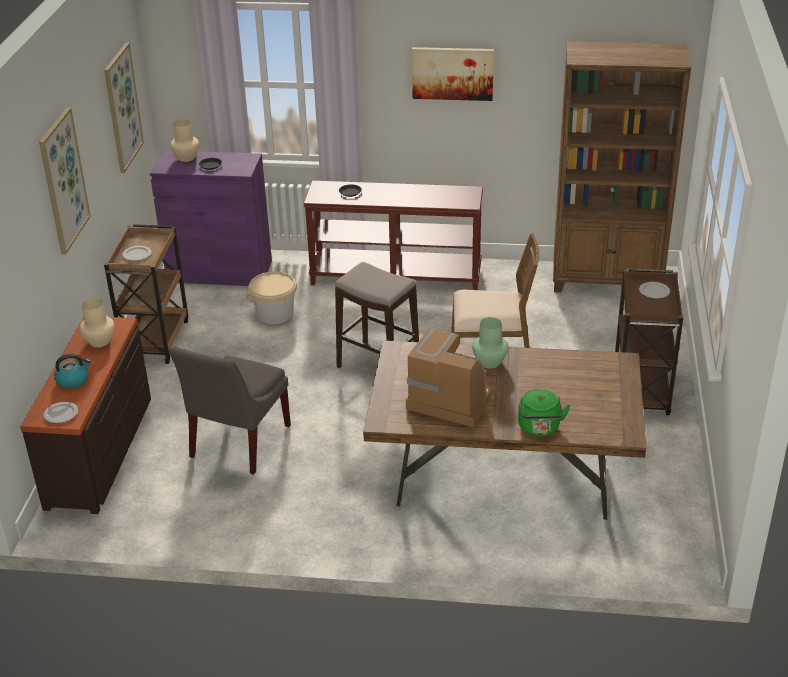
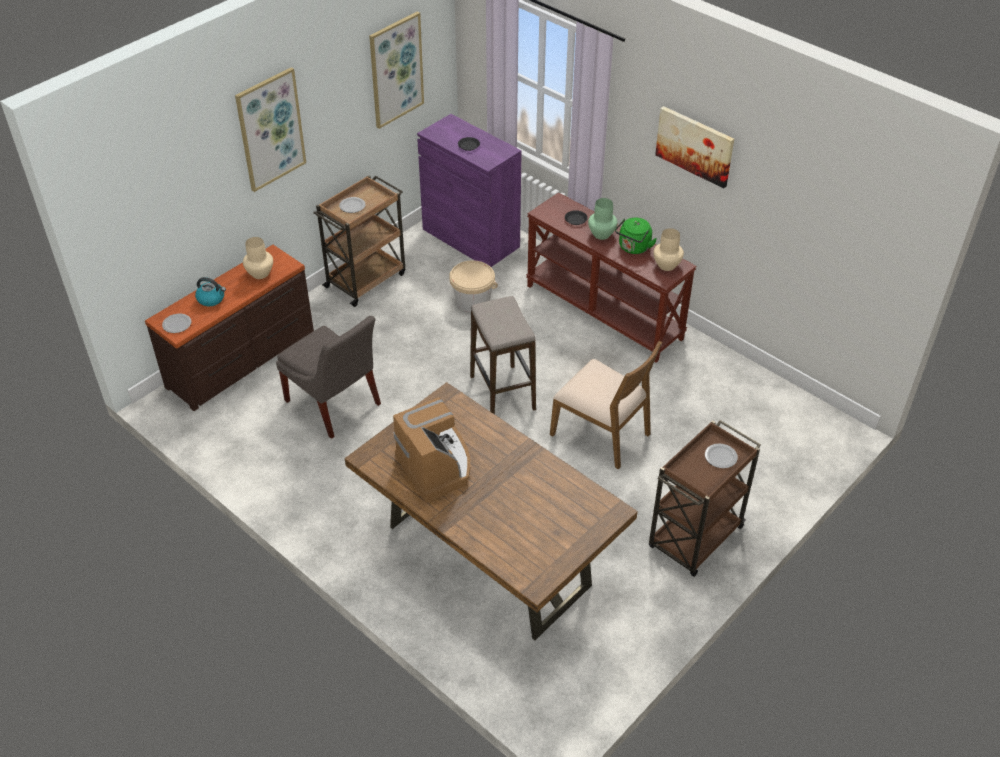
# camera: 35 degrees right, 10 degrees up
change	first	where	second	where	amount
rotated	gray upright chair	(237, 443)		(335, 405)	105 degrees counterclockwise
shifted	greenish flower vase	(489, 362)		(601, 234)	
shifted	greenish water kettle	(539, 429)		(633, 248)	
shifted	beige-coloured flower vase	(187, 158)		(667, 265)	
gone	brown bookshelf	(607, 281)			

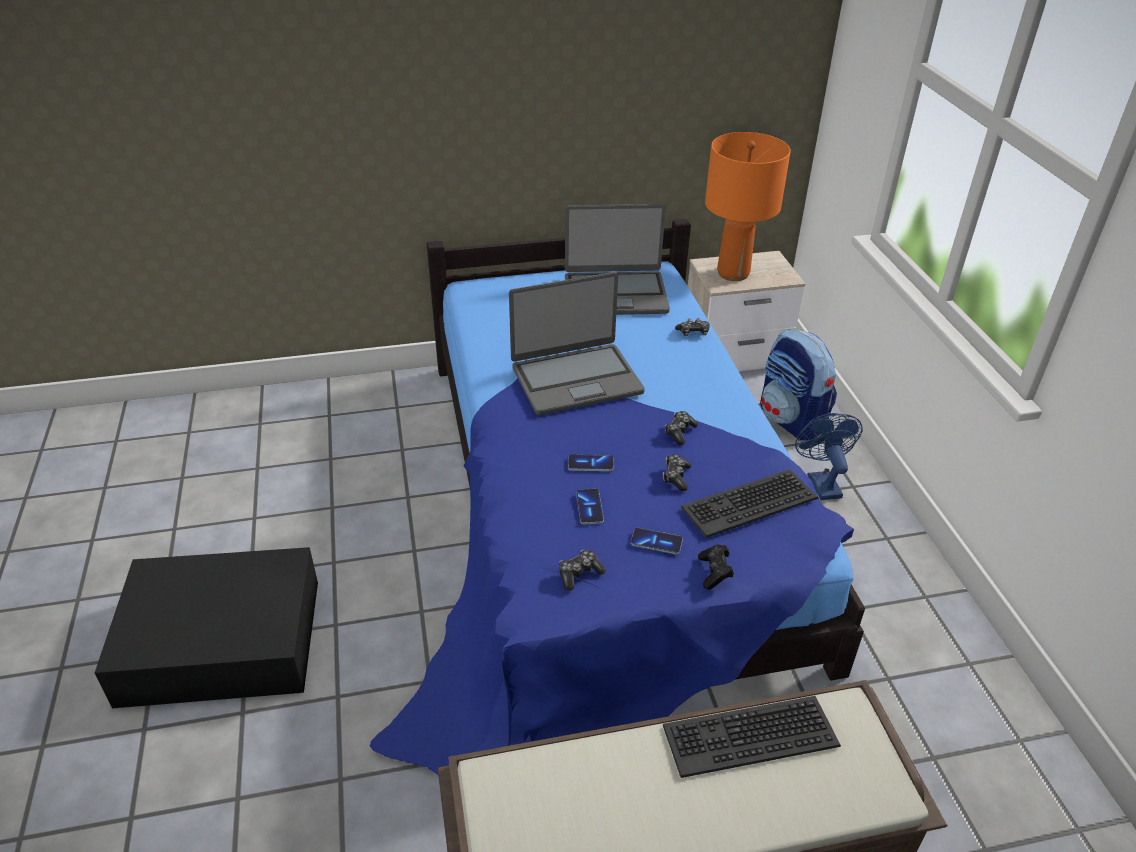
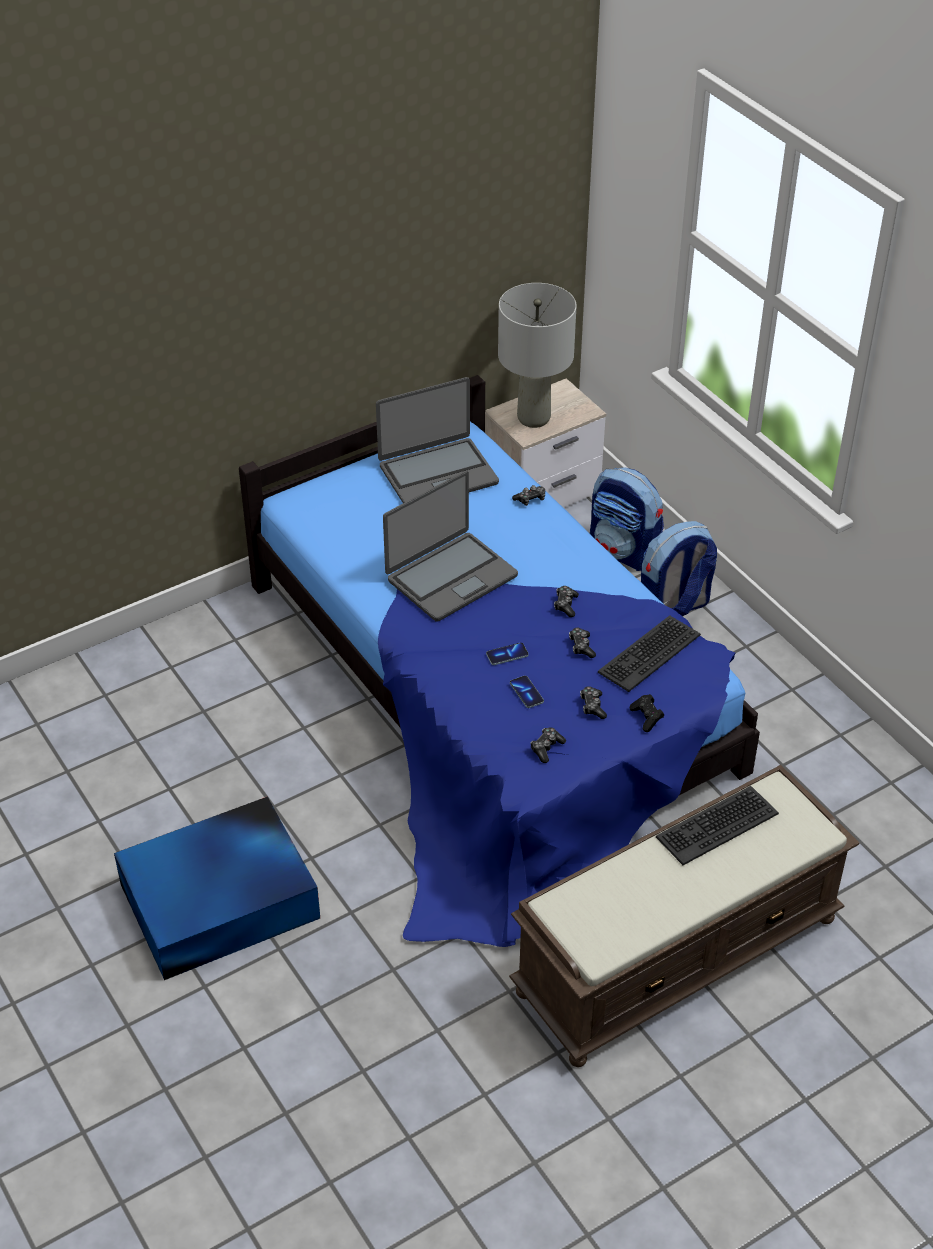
# camera: 20 degrees left, 5 degrees up
change	first	where	second	where	amount
repainted	blackish storage container	(224, 642)	blue storage container	(222, 901)	
repainted	orange tabletop lamp	(732, 273)	gray tabletop lamp	(533, 418)	
swapped	phone	(656, 542)	joypad	(592, 706)	
swapped	blue fan	(821, 482)	rucksack	(673, 608)	

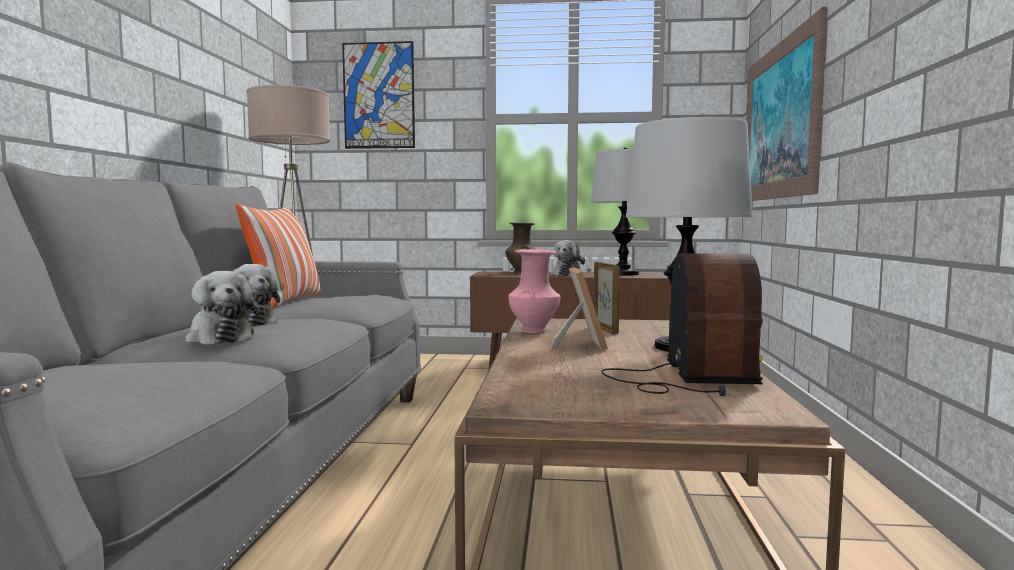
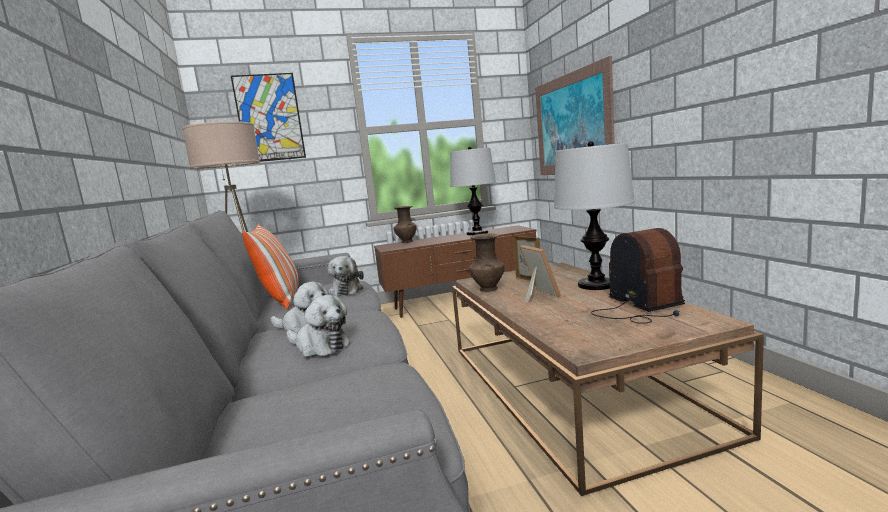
# camera: 20 degrees left, 5 degrees up
change	first	where	second	where	amount
shifted	cuddly toy	(567, 274)		(346, 290)	
repainted	pink-coloured flower vase	(534, 330)	brown flower vase	(488, 289)	

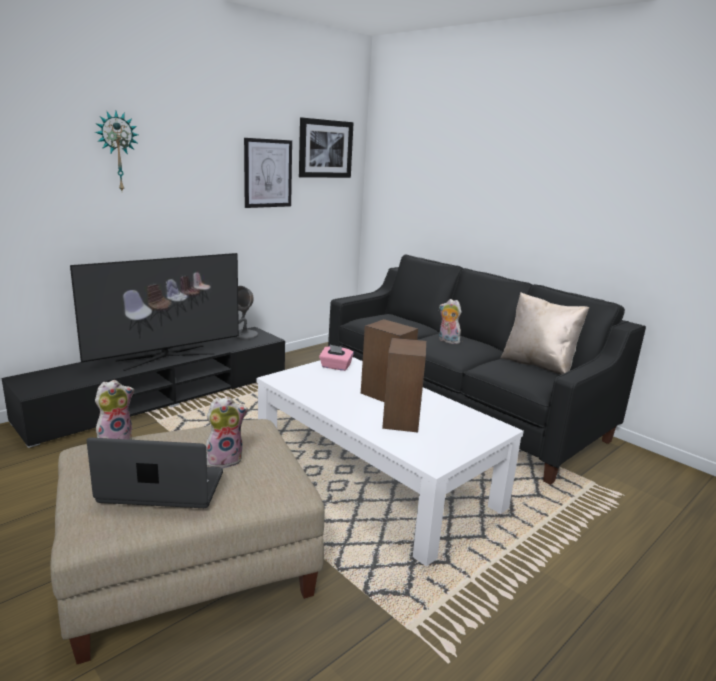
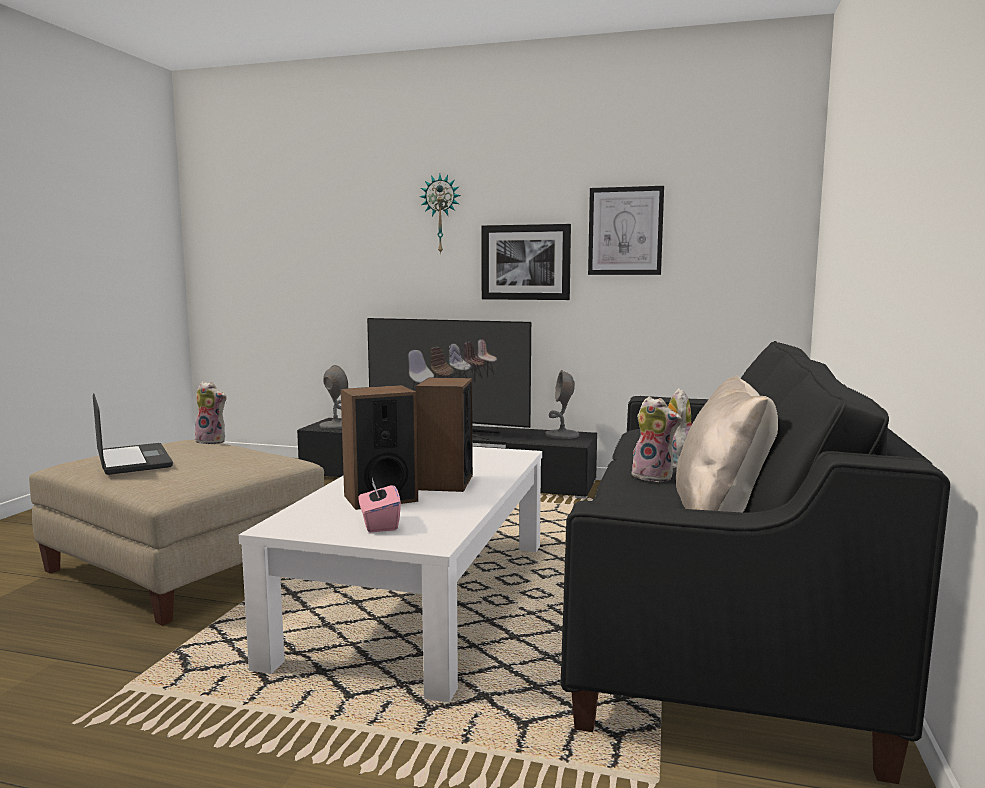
# camera: 60 degrees right, 10 degrees down
change	first	where	second	where	amount
new			gray tabletop lamp	(335, 426)	
shifted	pink-coloured box of tissues	(335, 367)		(379, 524)	
shifted	picture	(325, 149)		(525, 262)	
shifted	cuddly toy	(225, 459)		(654, 477)	

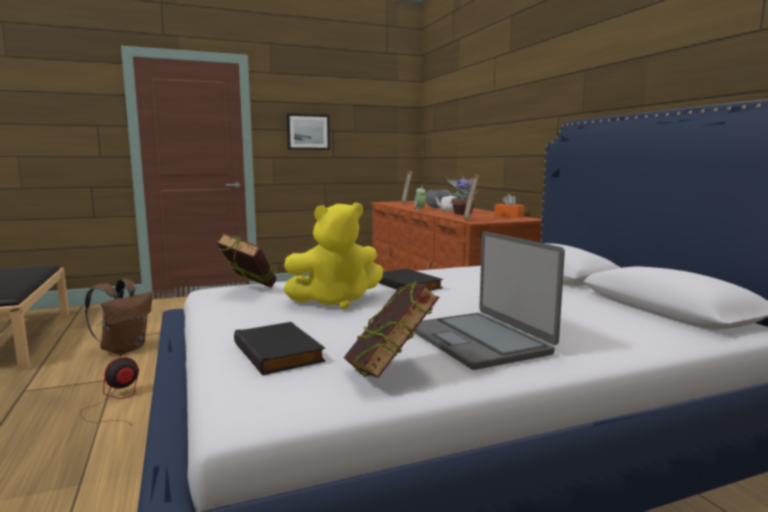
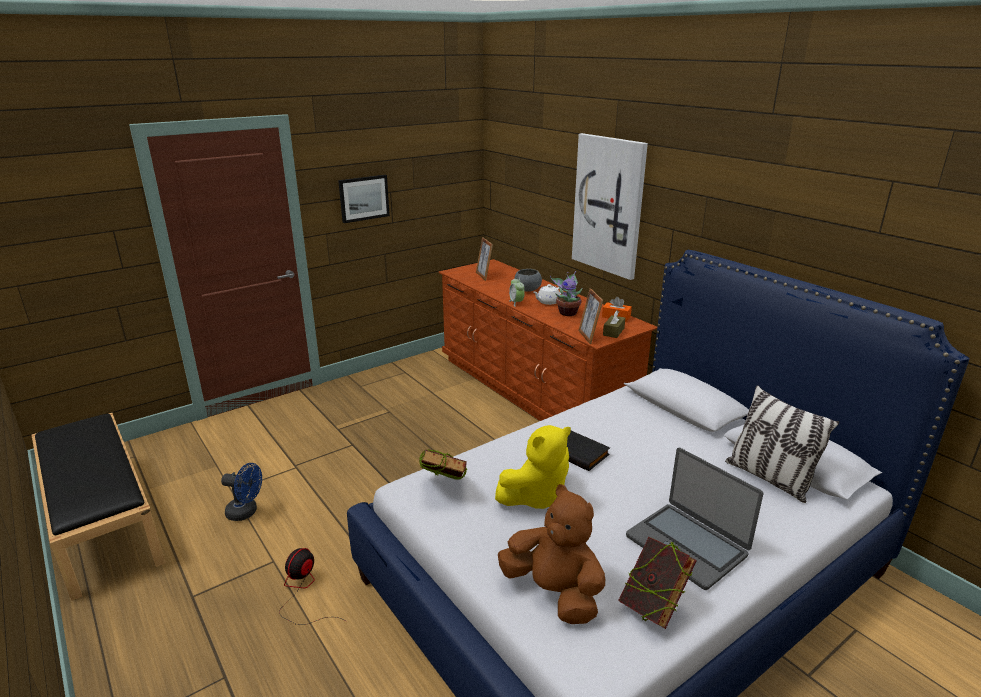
# camera: 15 degrees left, 15 degrees up
change	first	where	second	where	amount
swapped	brown rucksack	(124, 349)	blue fan	(246, 512)	
swapped	blackish book	(280, 352)	brown cuddly toy	(554, 593)	
new			picture	(608, 205)	
new			brown box of tissues	(613, 332)	
new			pillow	(769, 478)	

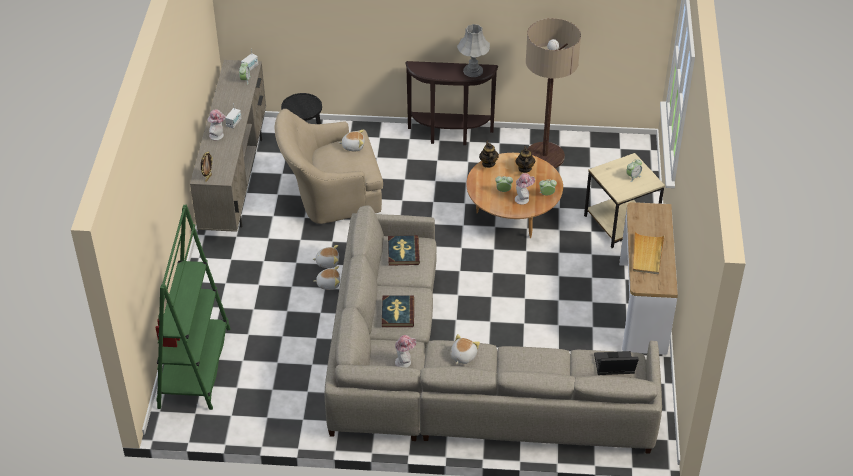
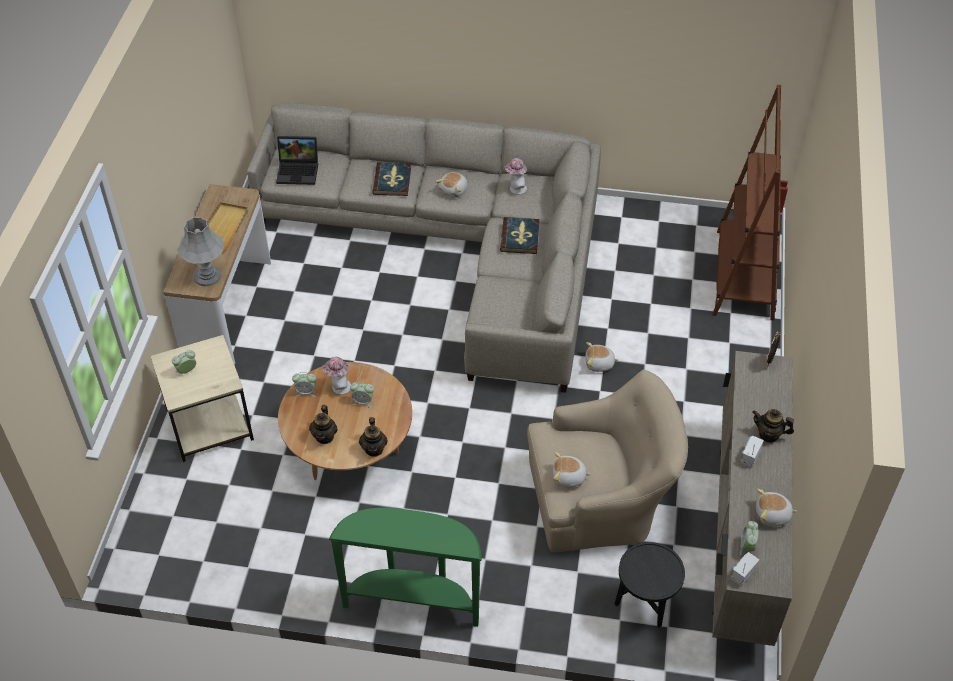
# camera: 175 degrees left, 5 degrees up
change	first	where	second	where	amount
shifted	gray tabletop lamp	(472, 71)		(207, 276)	
repainted	brown hall table	(450, 136)	greenish hall table	(413, 601)	
shifted	book	(403, 252)		(392, 181)	
repainted	greenish bookshelf	(195, 367)	brown bookshelf	(744, 275)	
swapped	hat	(218, 136)	teapot	(769, 434)	
shifted	cuddly toy	(327, 262)		(772, 515)	
gone	floor lamp	(544, 156)			

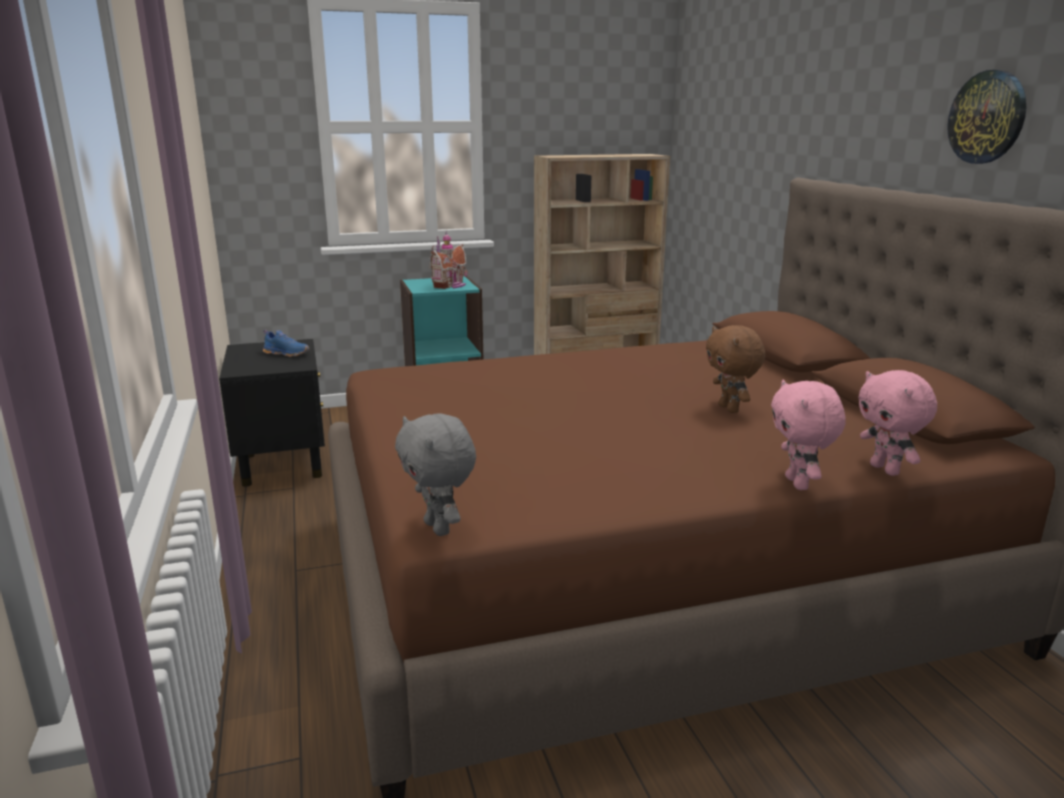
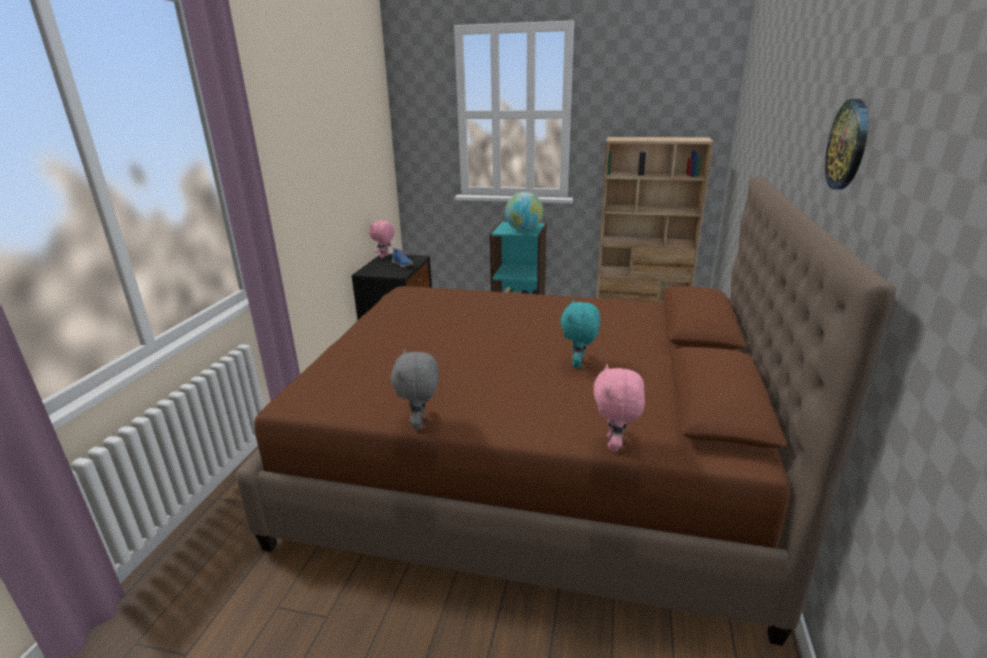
# camera: 30 degrees right, 5 degrees up
change	first	where	second	where	amount
shifted	pink-coloured cuddly toy	(799, 484)		(384, 256)	
shifted	gray cuddly toy	(439, 528)		(420, 423)	
swapped	model house	(451, 285)	world globe	(524, 230)	
repainted	brown cuddly toy	(730, 409)	turquoise cuddly toy	(578, 364)	

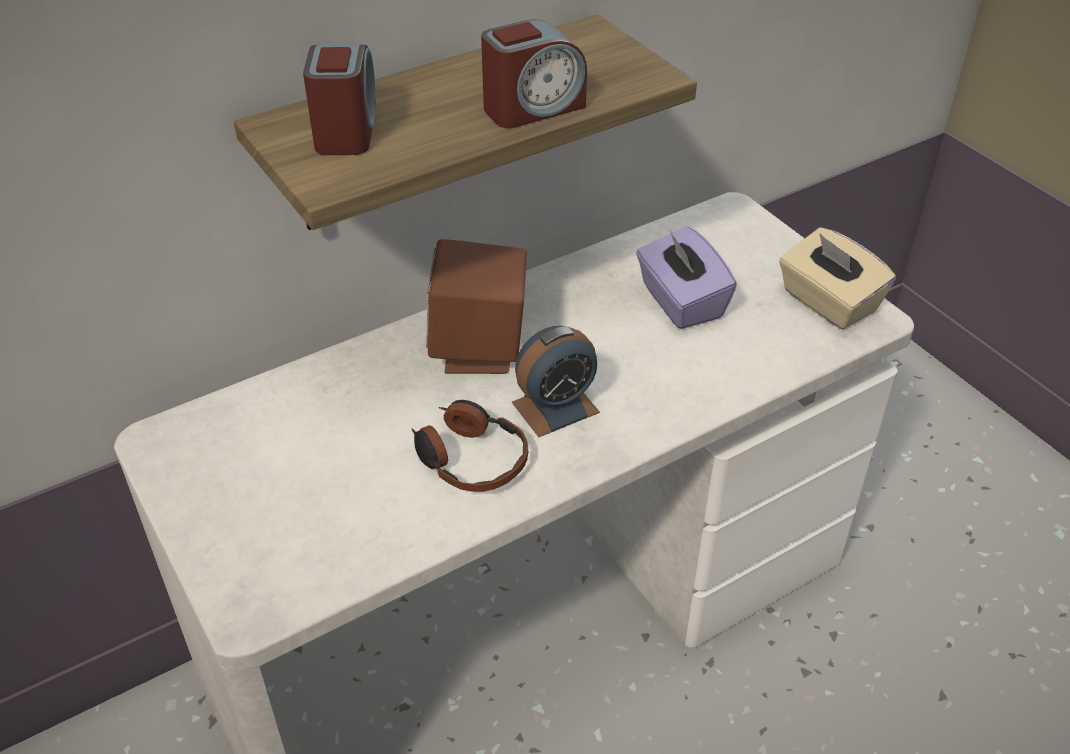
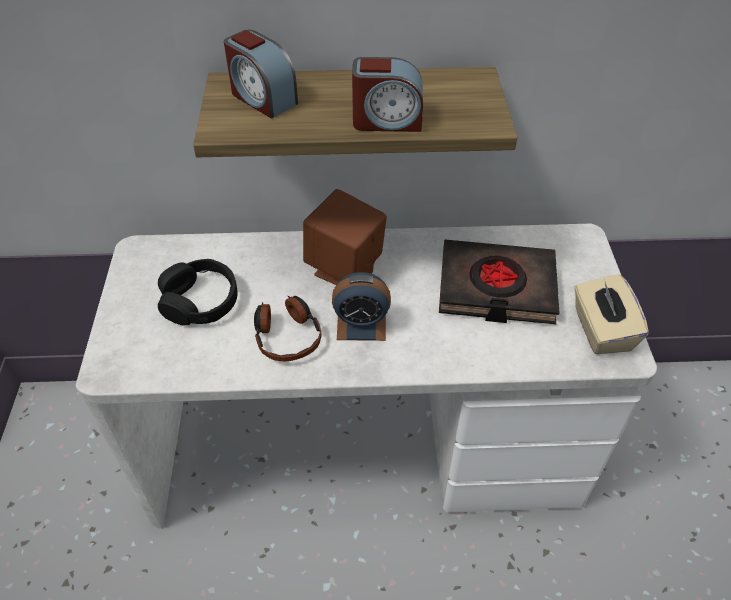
# camera: 30 degrees right, 5 degrees up
change	first	where	second	where	amount
new			blackish headset	(200, 301)	
rotated	alarm clock	(346, 129)		(262, 98)	105 degrees clockwise
swapped	purple-coloured box of tissues	(680, 302)	blackish book	(496, 288)	

